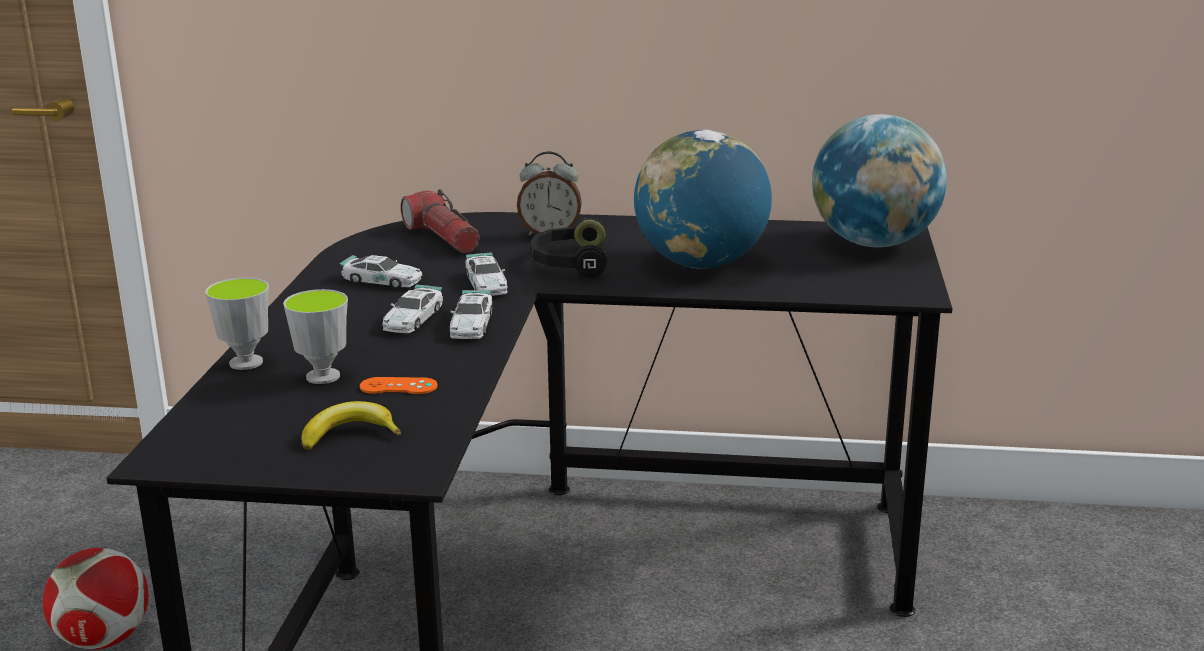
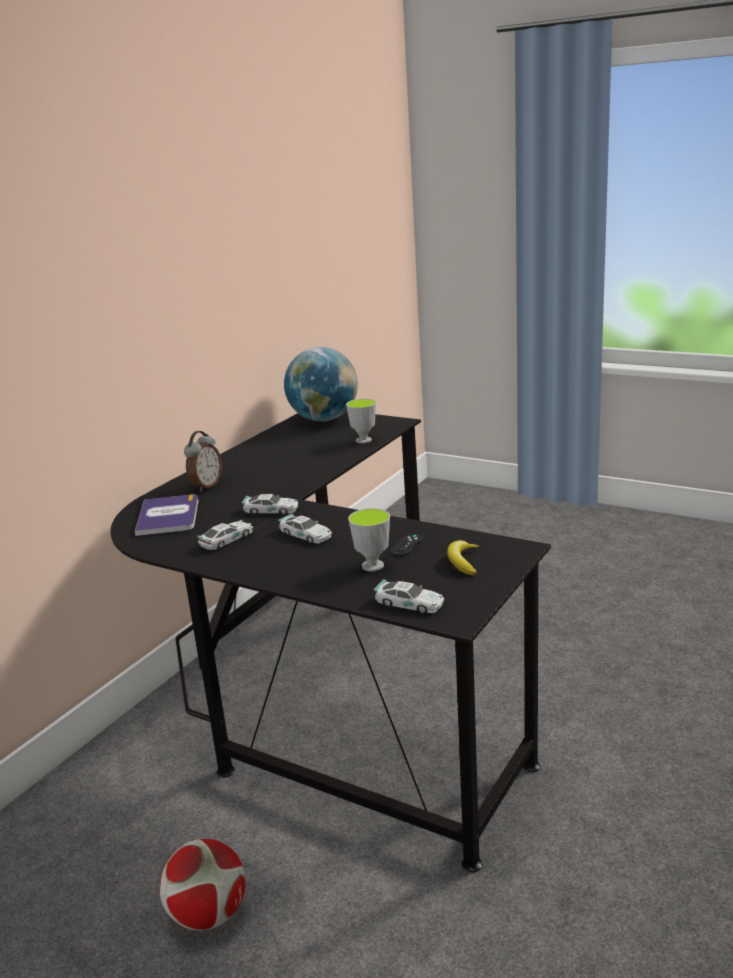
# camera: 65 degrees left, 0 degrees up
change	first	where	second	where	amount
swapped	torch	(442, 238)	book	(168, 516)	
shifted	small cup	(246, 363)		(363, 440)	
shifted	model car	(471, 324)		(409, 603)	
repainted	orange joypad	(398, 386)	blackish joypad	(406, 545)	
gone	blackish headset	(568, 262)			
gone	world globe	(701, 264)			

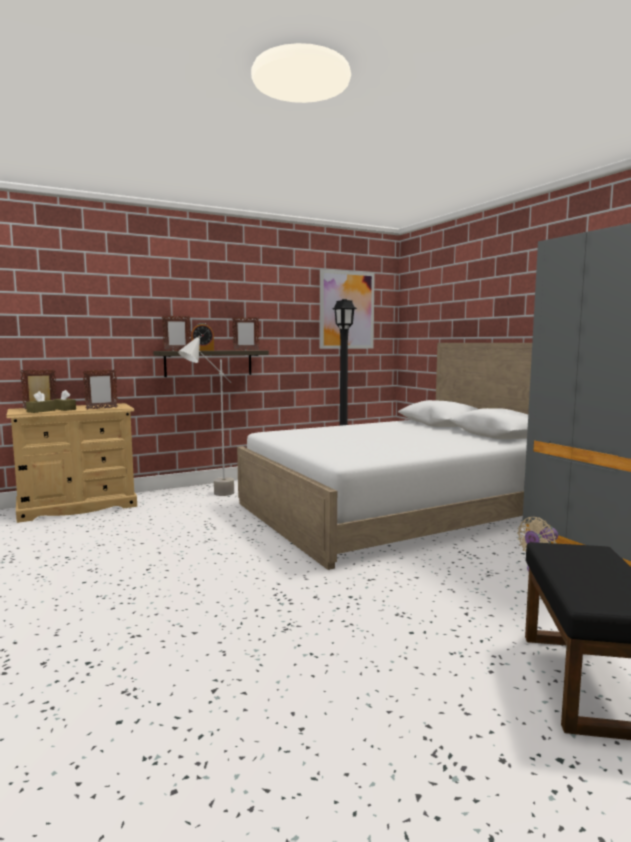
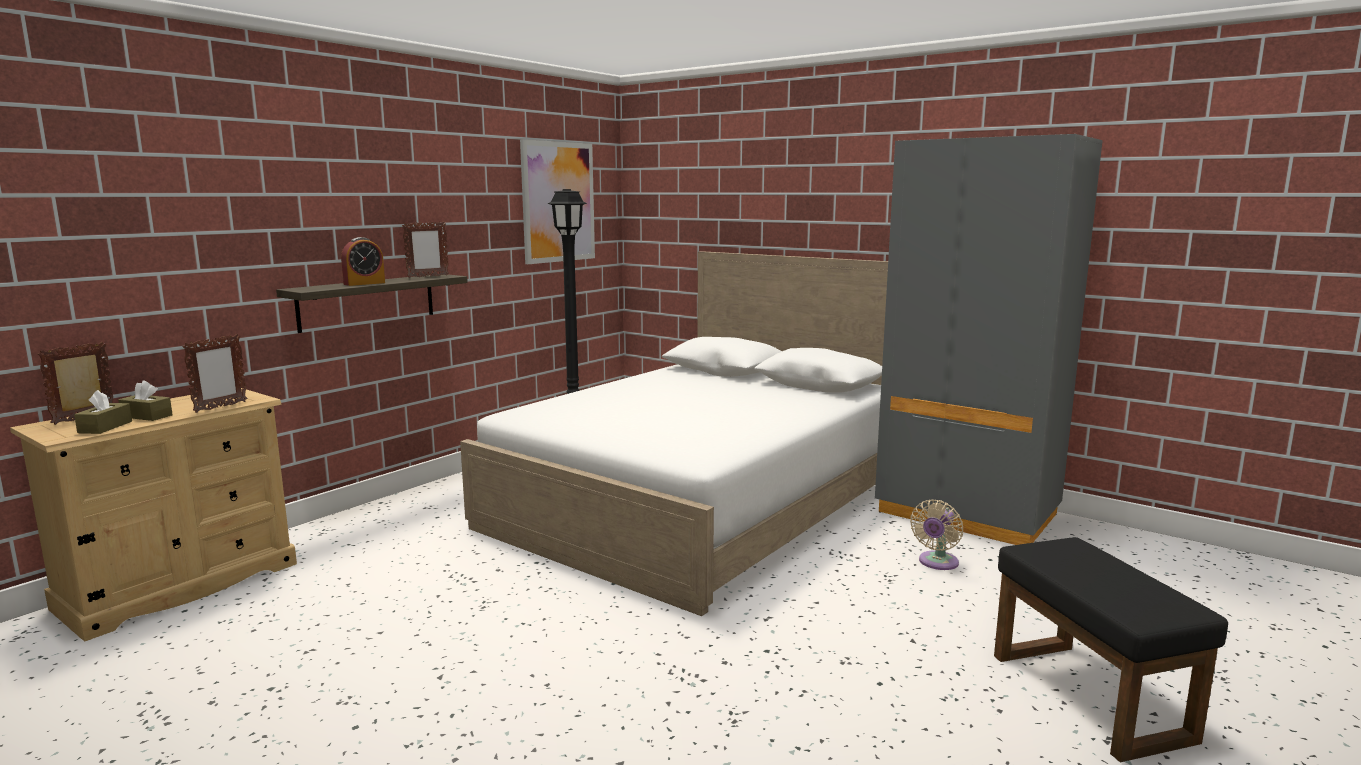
# camera: 25 degrees left, 5 degrees up
change	first	where	second	where	amount
gone	photo frame	(177, 350)			
gone	gray floor lamp	(210, 496)			

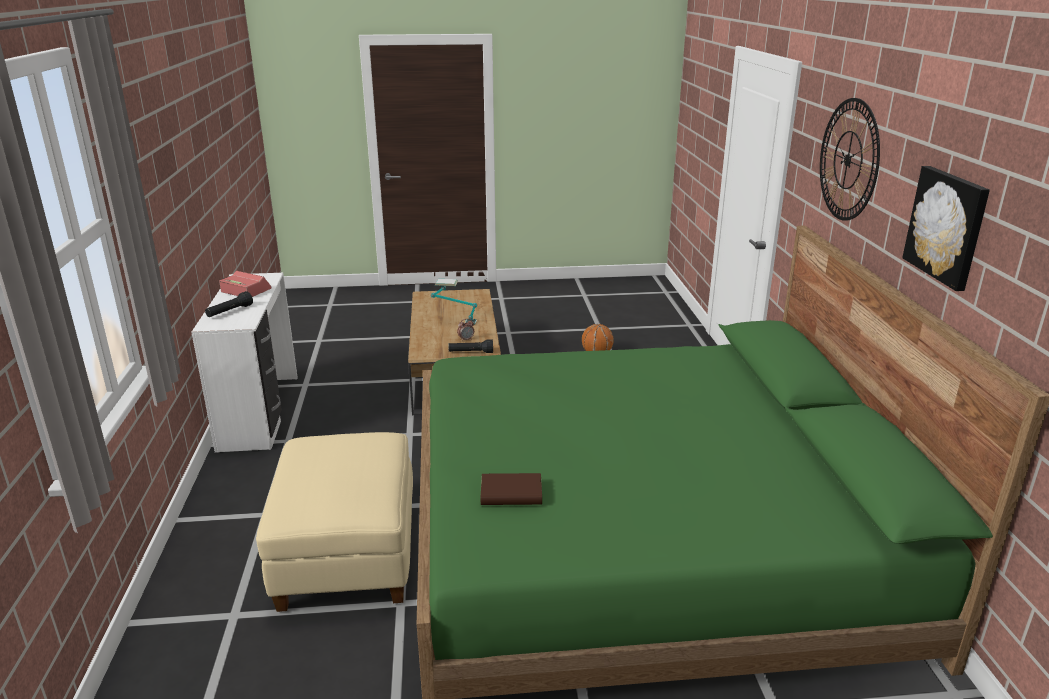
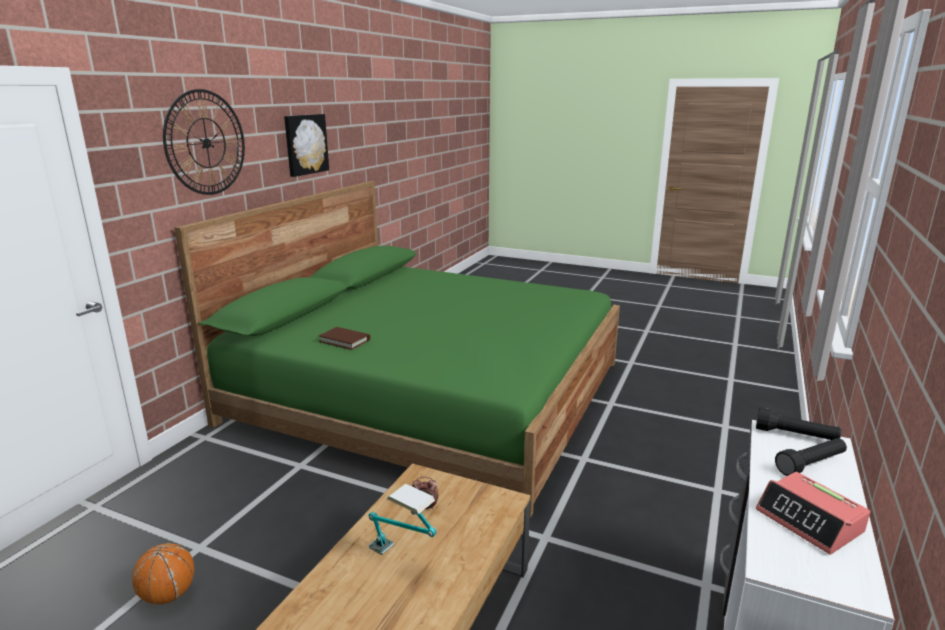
# camera: 150 degrees left, 5 degrees down
change	first	where	second	where	amount
shifted	brown book	(511, 493)		(344, 341)	
shifted	blackish torch	(471, 352)		(795, 435)	
gone	beige-coloured footrest	(349, 555)			

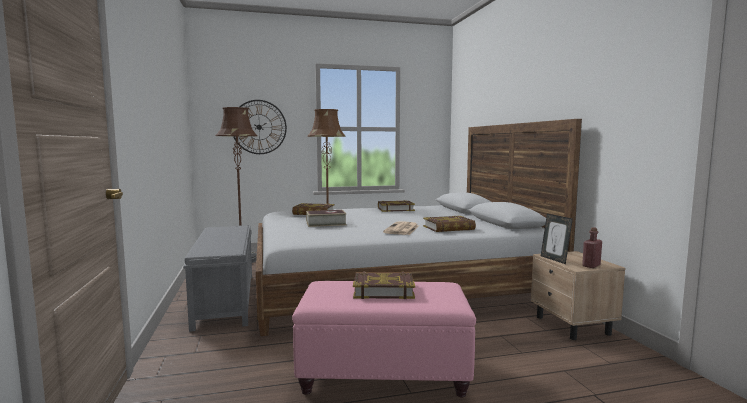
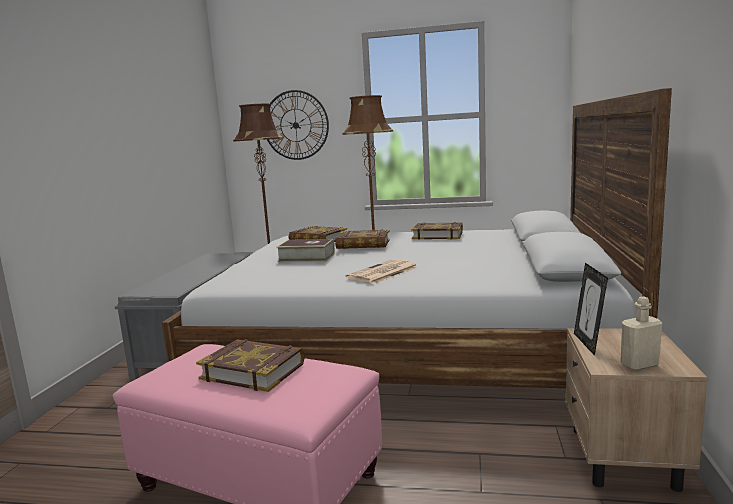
# camera: 25 degrees right, 5 degrees up
change	first	where	second	where	amount
shifted	book	(449, 228)		(363, 244)	
repainted	red beverage bottle	(591, 266)	beige-coloured beverage bottle	(639, 365)	

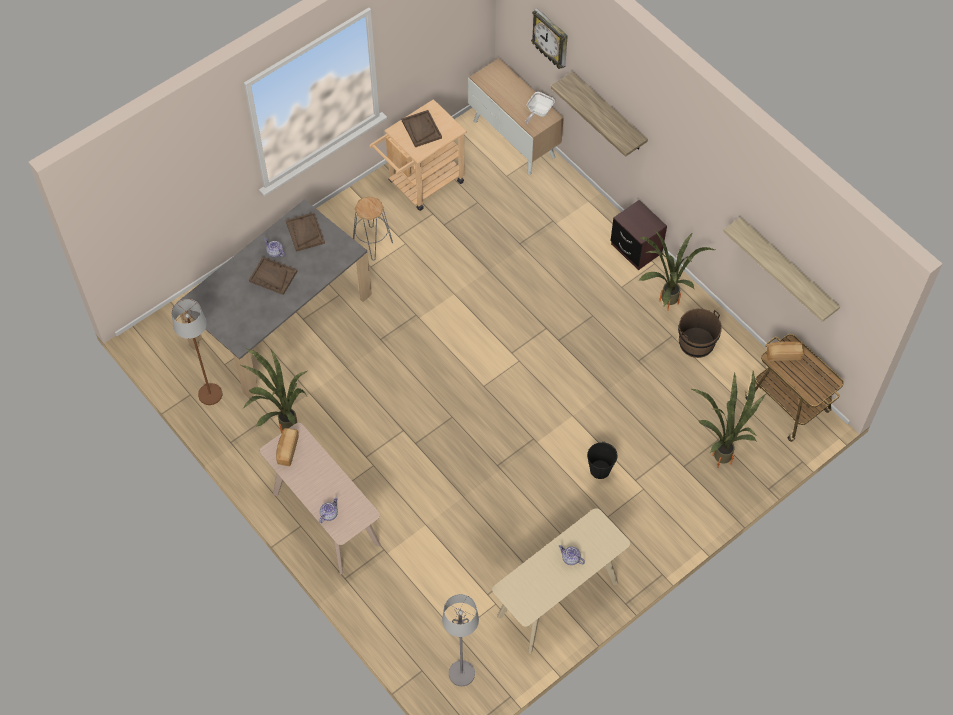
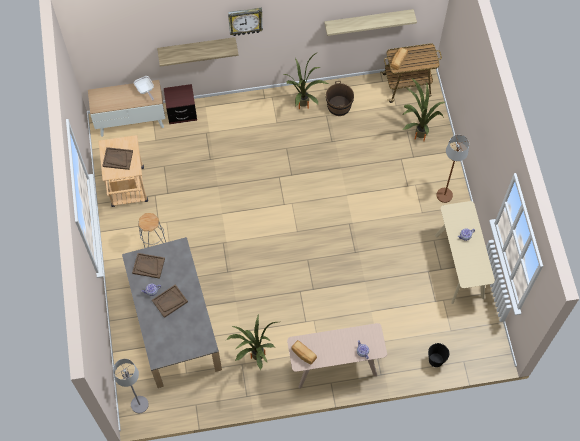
# camera: 60 degrees left, 5 degrees up
change	first	where	second	where	amount
shifted	gray floor lamp	(461, 674)		(139, 405)	
shifted	brown bedside table	(636, 249)		(182, 113)	
shifted	hanging clock	(551, 39)		(245, 21)	
shifted	blackish water bucket	(599, 469)		(435, 360)	
shifted	brown floor lamp	(210, 394)		(444, 195)	

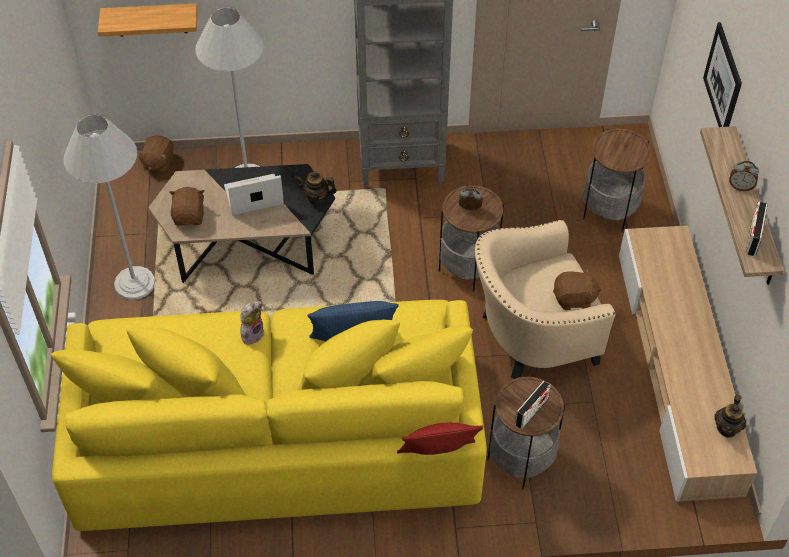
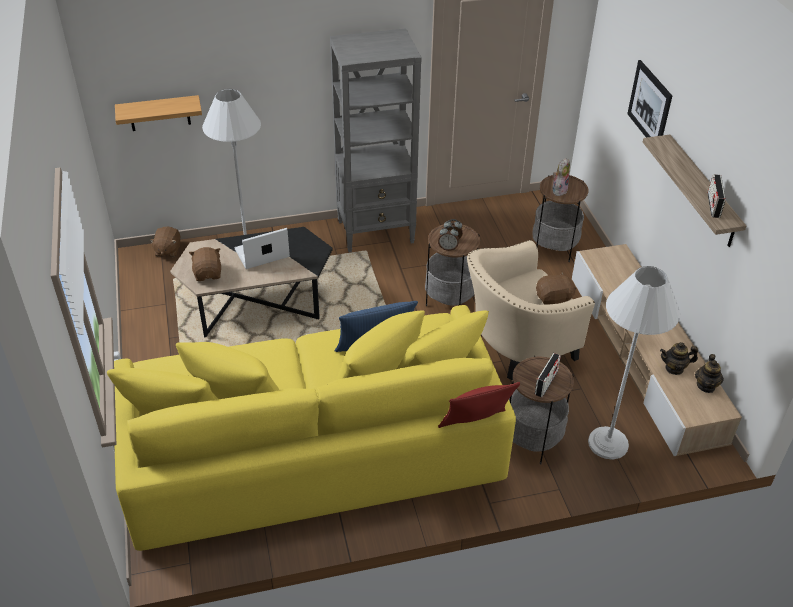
# camera: 10 degrees left, 10 degrees down
change	first	where	second	where	amount
shifted	alarm clock	(740, 187)		(448, 248)	
shifted	cuddly toy	(252, 334)		(559, 190)	
shifted	white floor lamp	(134, 283)		(608, 443)	
shifted	teapot	(316, 197)		(674, 368)	

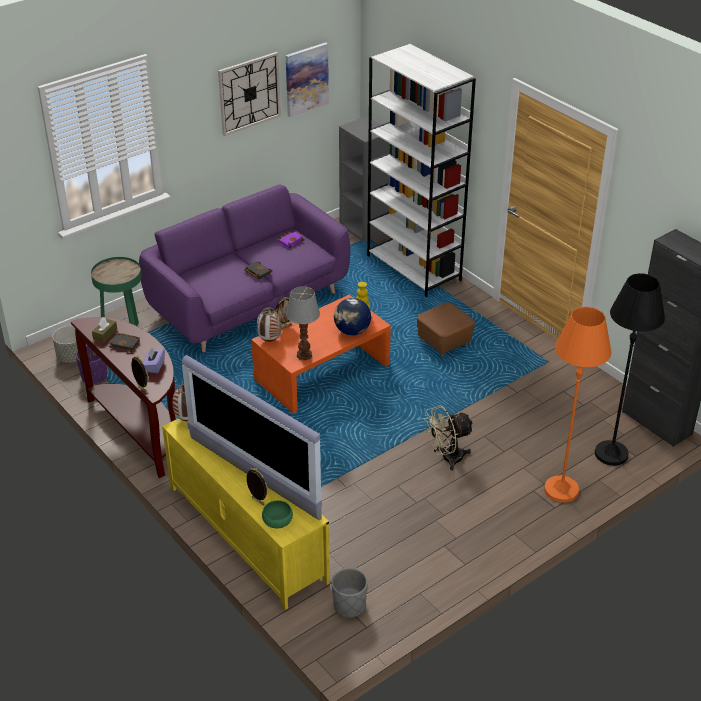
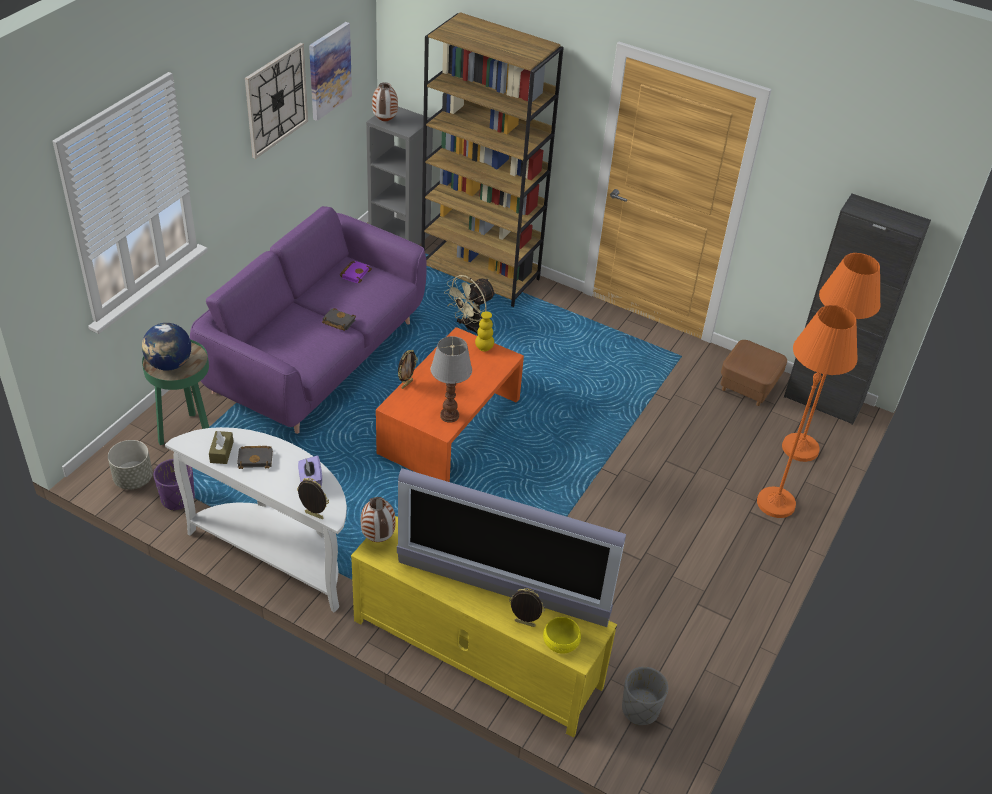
# camera: 25 degrees left, 5 degrees up
change	first	where	second	where	amount
shifted	world globe	(352, 331)		(169, 364)	
repainted	brown hall table	(141, 429)	white hall table	(276, 554)	
shifted	flower vase	(269, 341)		(385, 121)	
repainted	white bookshelf	(414, 268)	brown bookshelf	(481, 274)	
shifted	beige-coloured fan	(447, 458)		(470, 328)	
repainted	greenish bowl	(277, 521)	yellowish bowl	(561, 642)	
shifted	brown footrest	(444, 342)		(748, 387)	
repainted	blackish floor lamp	(611, 454)	orange floor lamp	(800, 448)	

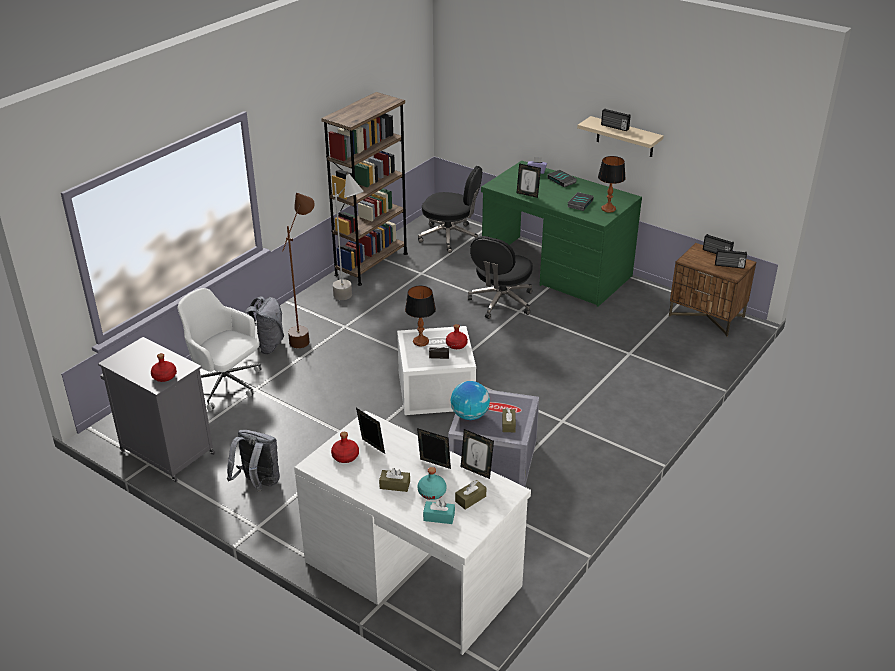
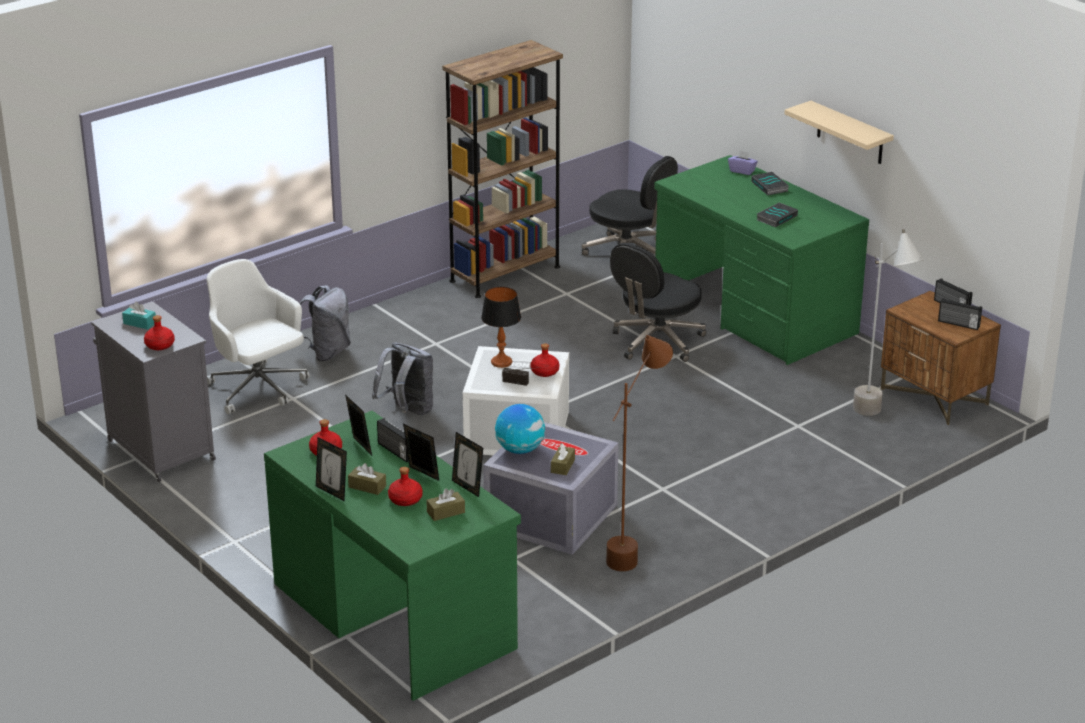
# camera: 15 degrees right, 5 degrees down
change	first	where	second	where	amount
shifted	turquoise box of tissues	(439, 517)		(139, 323)	
repainted	white desk	(412, 572)	greenish desk	(394, 614)	
shifted	photo frame	(527, 194)		(332, 492)	
shifted	gray rucksack	(258, 483)		(407, 411)	
shifted	radio	(614, 127)		(395, 451)	
repainted	turquoise beverage bottle	(432, 492)	red beverage bottle	(405, 499)	
shifted	brown floor lamp	(306, 333)		(635, 549)	
shifted	gray floor lamp	(351, 302)		(878, 420)	
gone	tabletop lamp	(608, 209)			

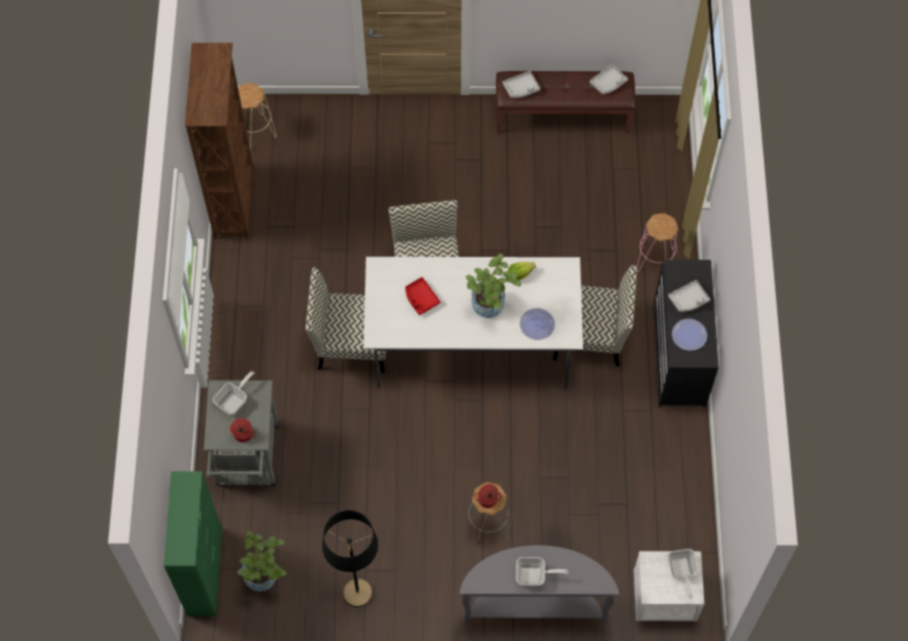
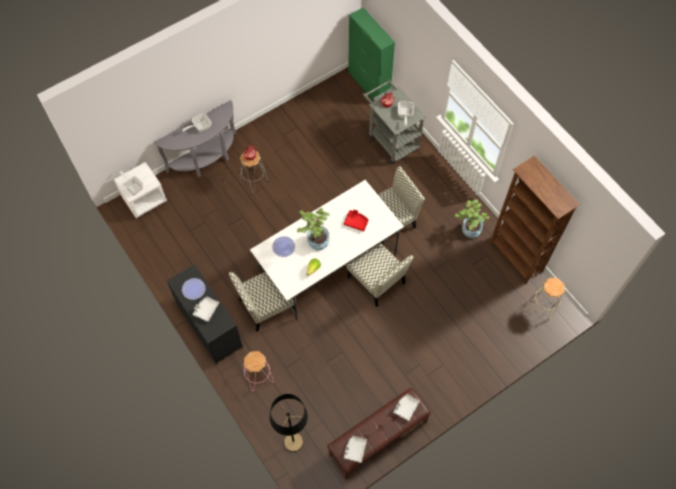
# camera: 145 degrees right, 0 degrees up
change	first	where	second	where	amount
shifted	blackish floor lamp	(358, 593)		(293, 442)	
shifted	houseplant	(265, 577)		(468, 230)	

